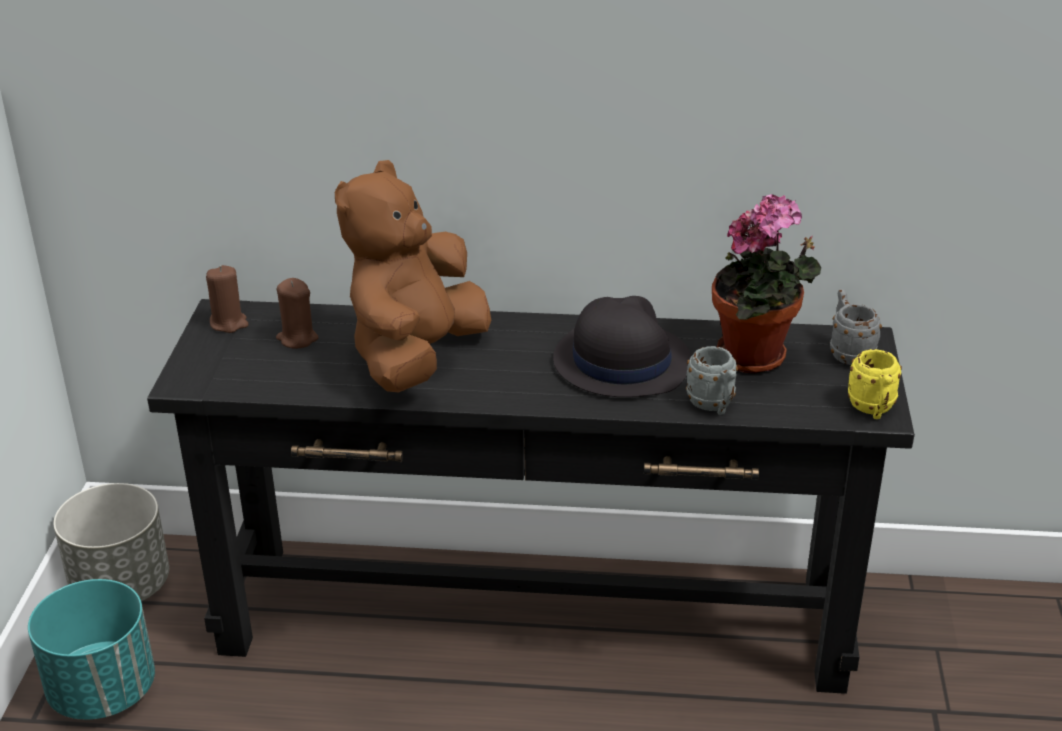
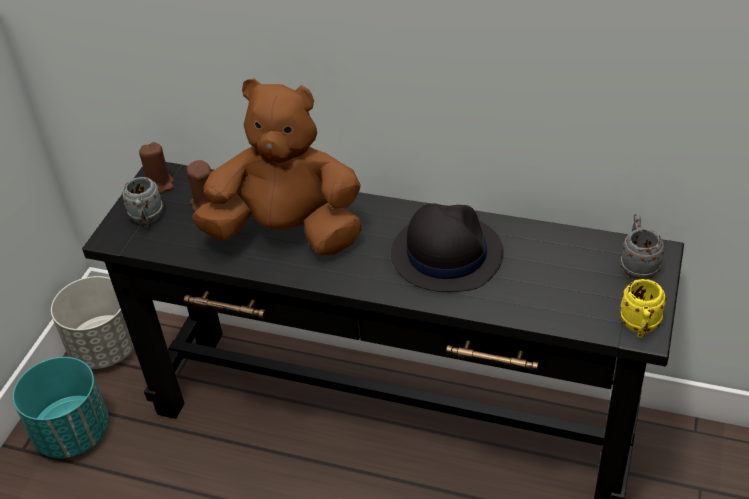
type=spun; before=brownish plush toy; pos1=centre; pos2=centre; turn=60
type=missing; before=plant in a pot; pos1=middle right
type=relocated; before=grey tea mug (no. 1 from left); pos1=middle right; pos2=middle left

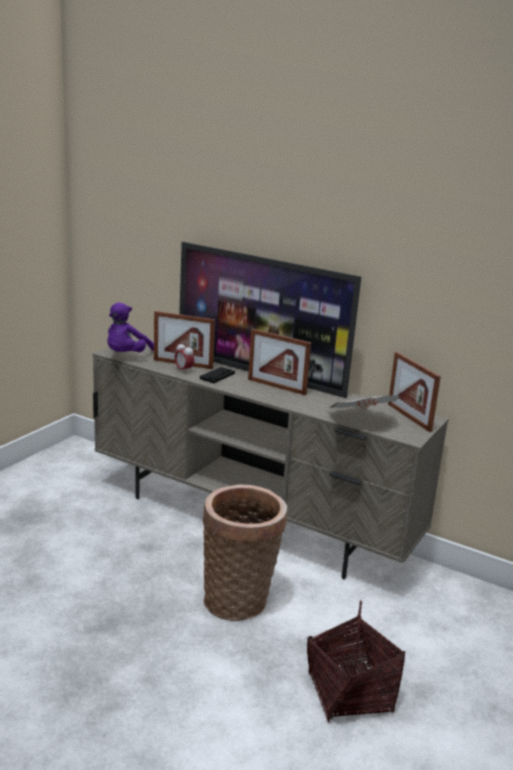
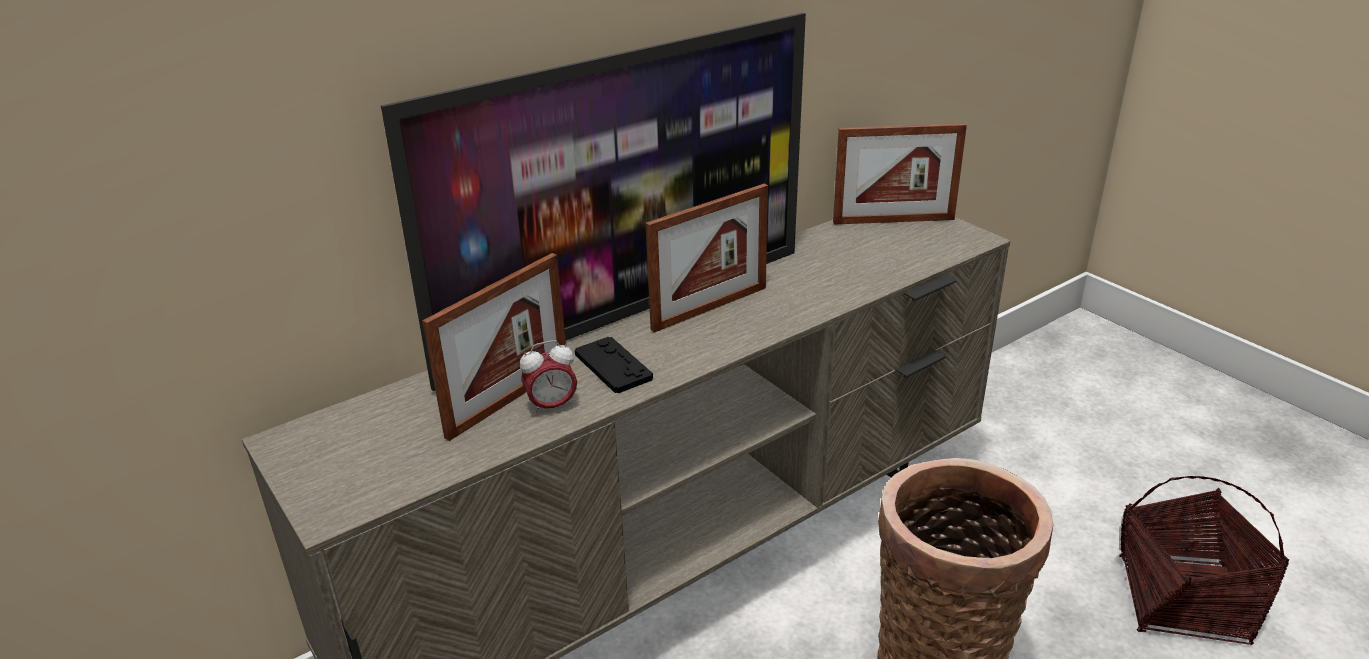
type=missing; before=purplish plush toy; pos1=middle left
type=missing; before=printed paper; pos1=middle right

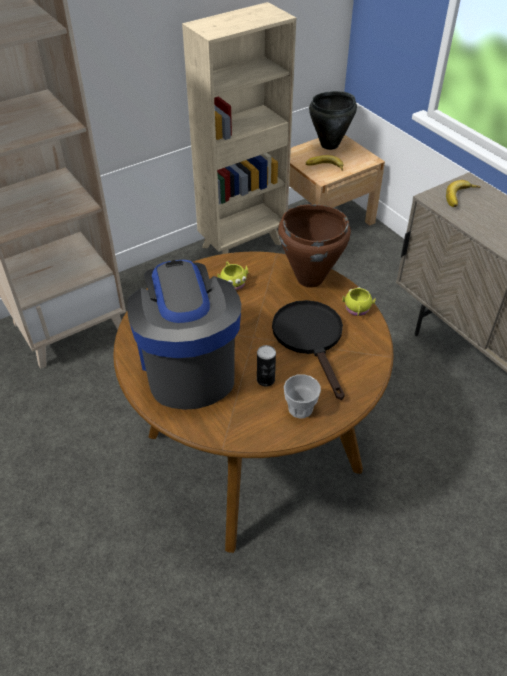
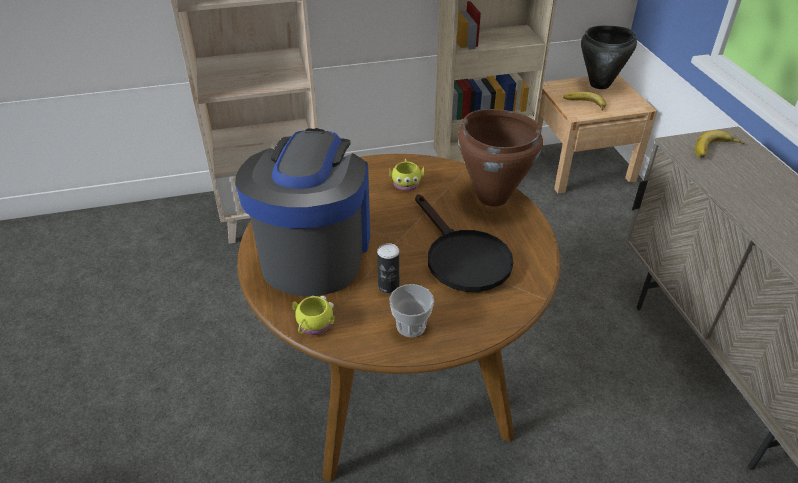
type=relocated; before=yellowish tea mug (no. 2 from left in the first image); after=yellowish tea mug (no. 1 from left); pos1=middle right; pos2=centre
type=spun; before=black pan; pos1=centre; pos2=centre; turn=150

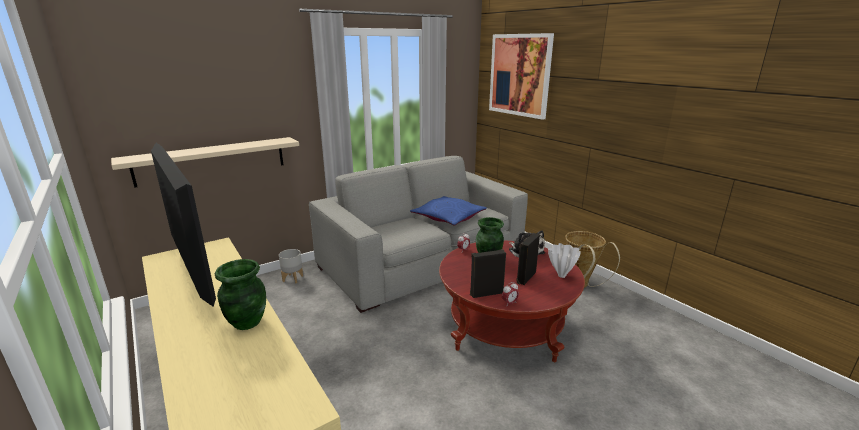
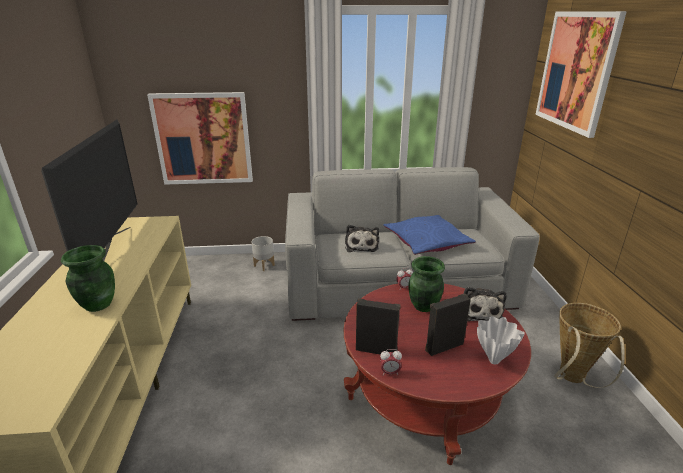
type=exchanged; before=sand-coloured shelf; after=picture (no. 1 from left); pos1=middle left; pos2=top left
type=appeared; after=plush toy (no. 1 from left); pos2=centre

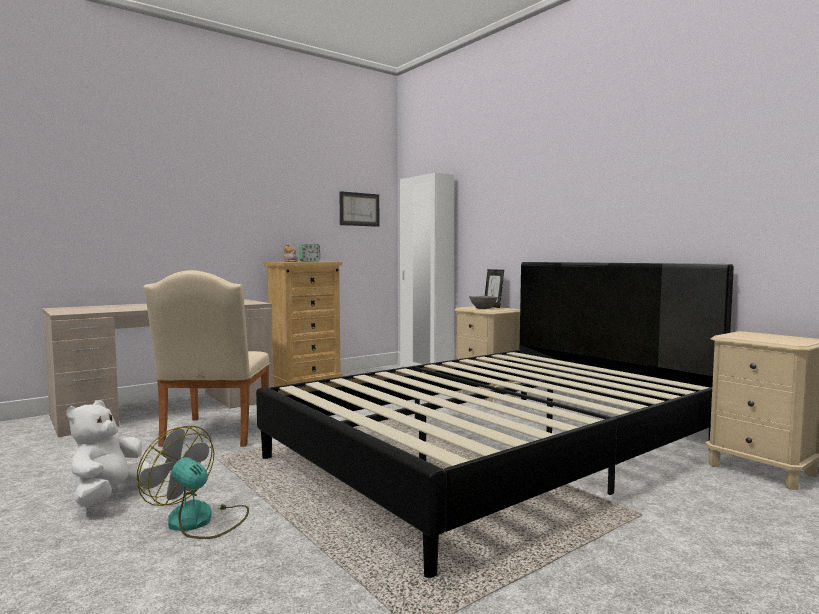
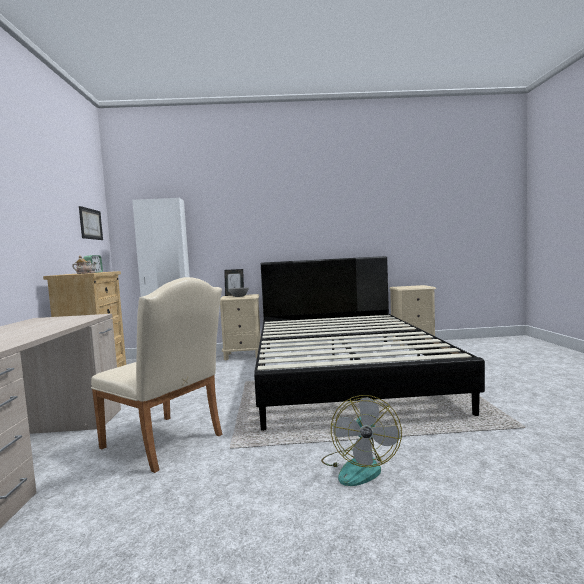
type=missing; before=white-coloured plush toy; pos1=bottom left
type=spun; before=electric fan; pos1=bottom left; pos2=bottom centre; turn=-60

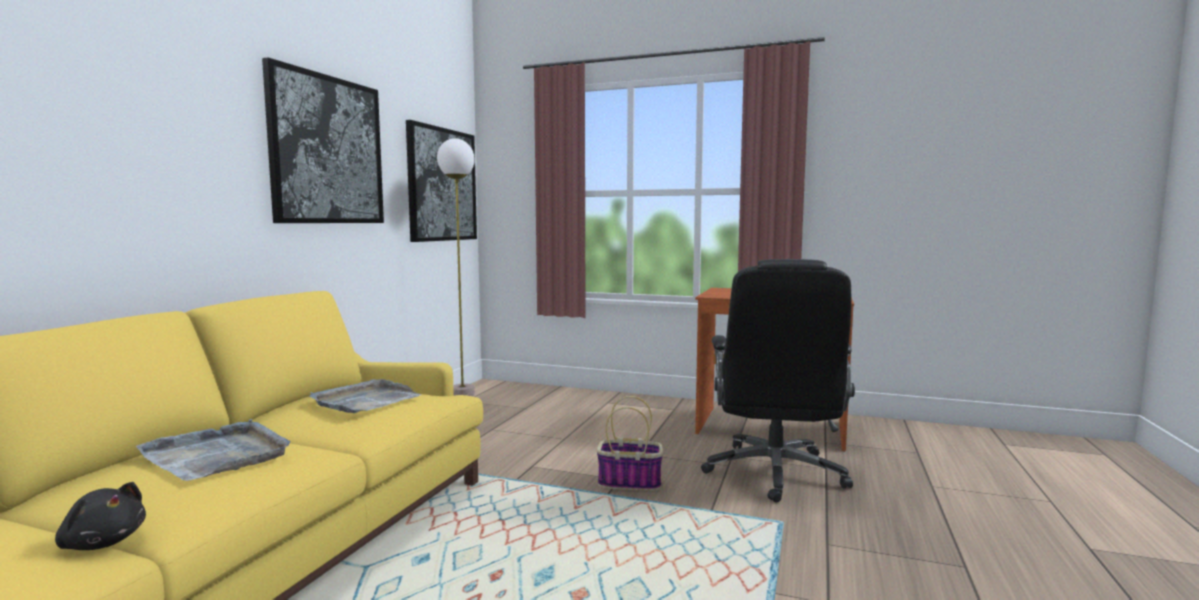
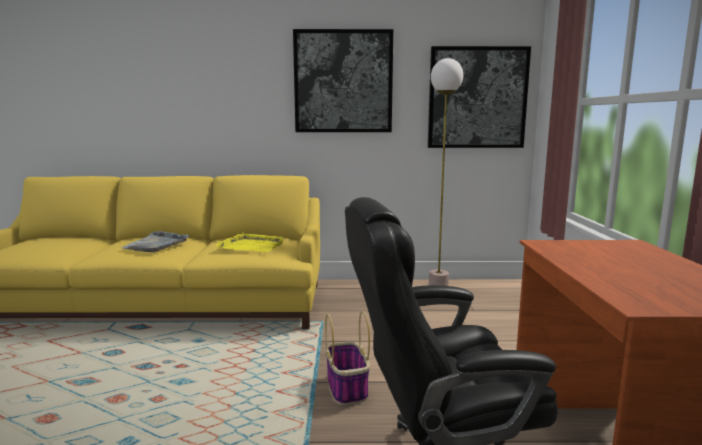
type=colour; before=grey serving tray (no. 2 from left); after=yellowish serving tray; pos1=middle left; pos2=centre
type=missing; before=black plush toy; pos1=bottom left

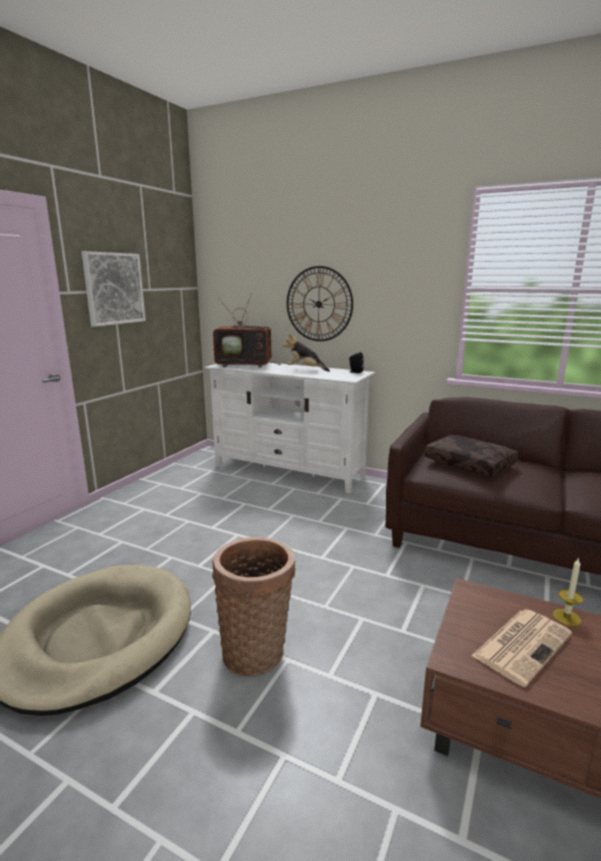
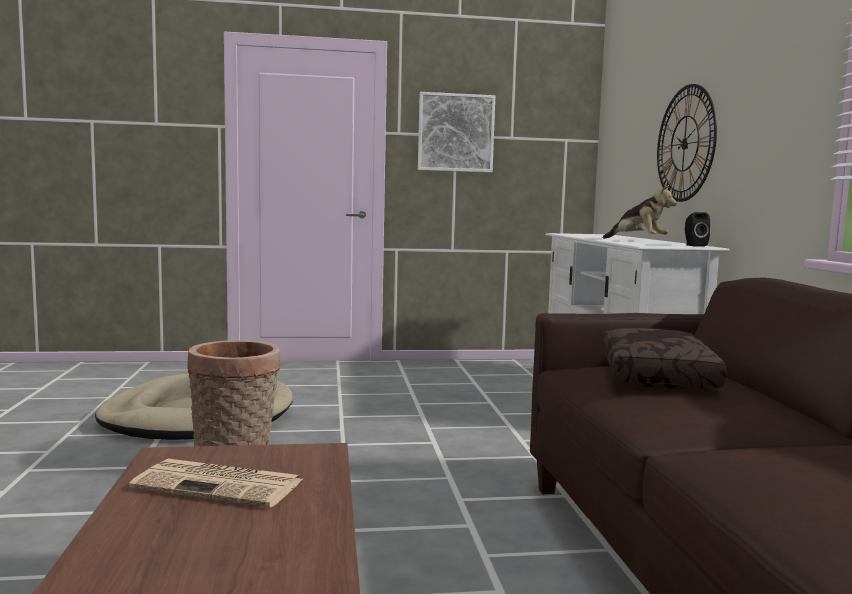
type=missing; before=television; pos1=centre
type=spun; before=plush toy; pos1=centre; pos2=middle right; turn=150
type=missing; before=wax candle; pos1=bottom right

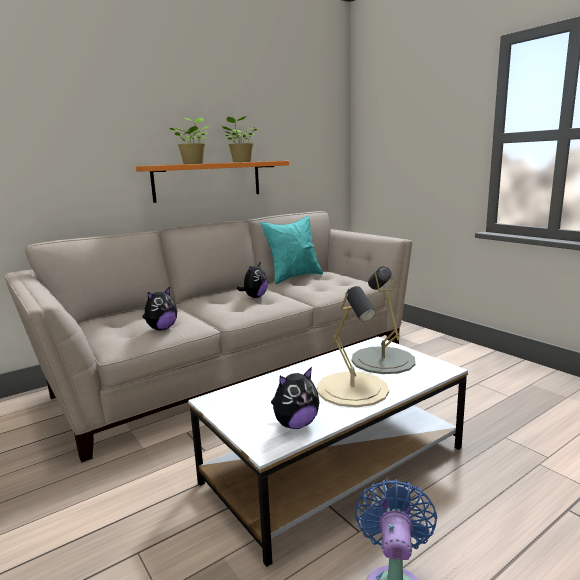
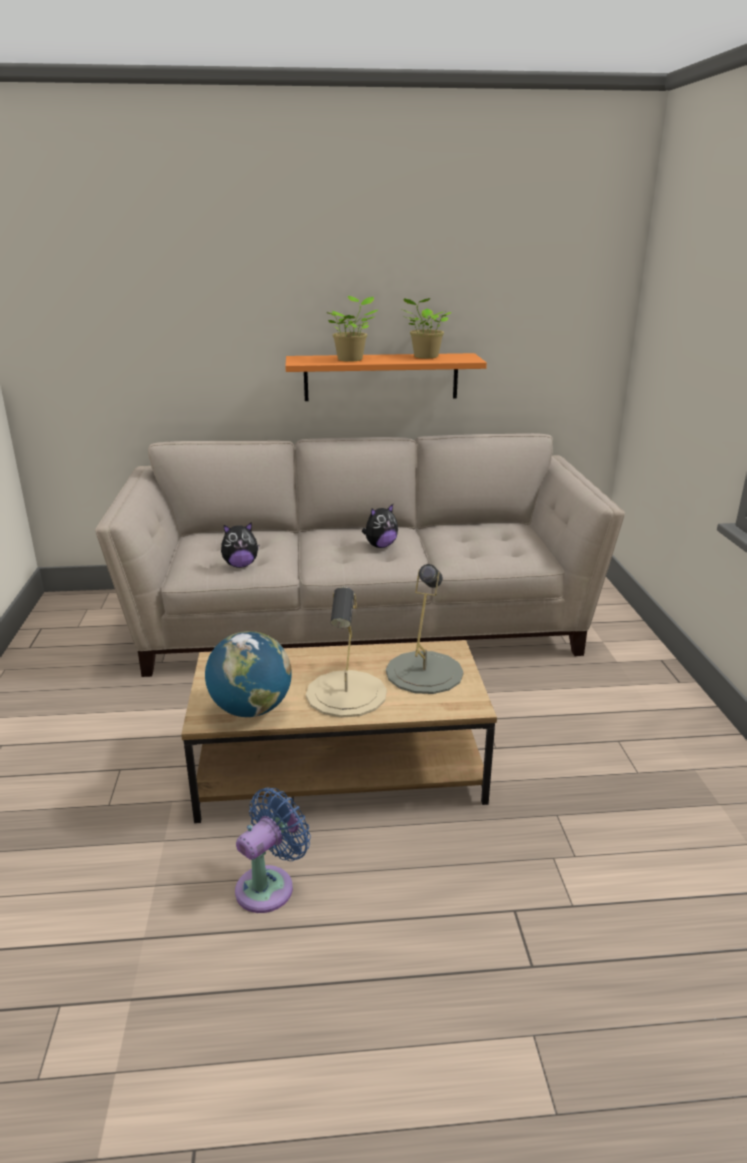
type=missing; before=blue-green cushion; pos1=centre
type=colour; before=white-coloured lounge table; after=brownish lounge table; pos1=bottom centre; pos2=centre
type=exchanged; before=plush toy (no. 3 from left); after=desk globe; pos1=bottom centre; pos2=middle left

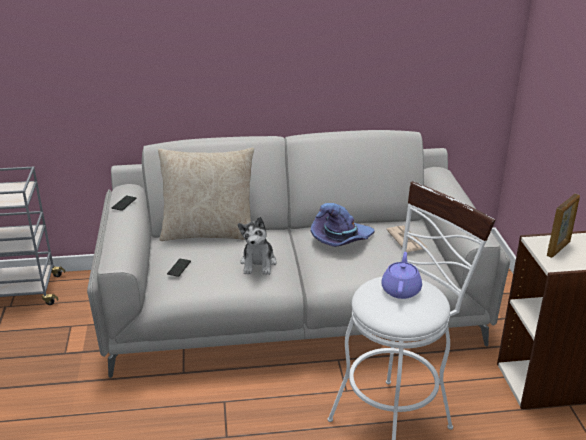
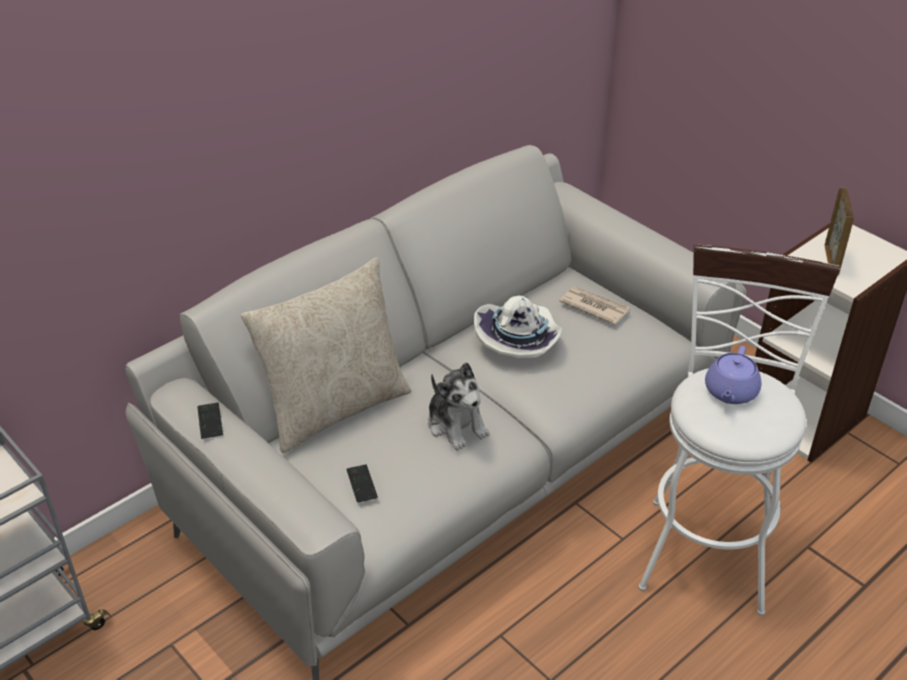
type=colour; before=purplish wearable hat; after=white-coloured wearable hat; pos1=centre; pos2=centre
type=spun; before=purplish teapot; pos1=middle right; pos2=middle right; turn=-135

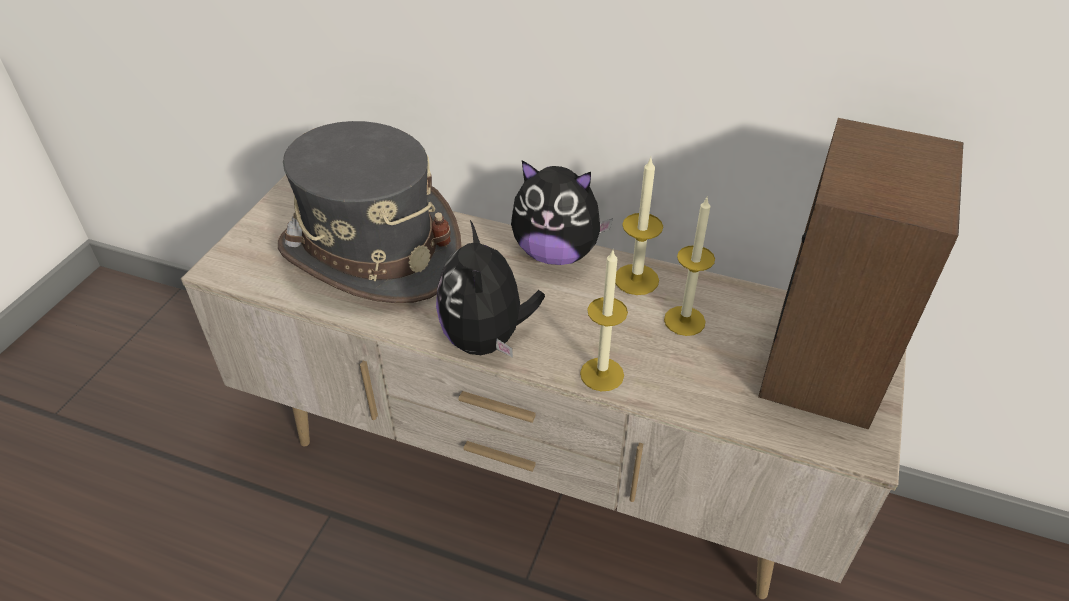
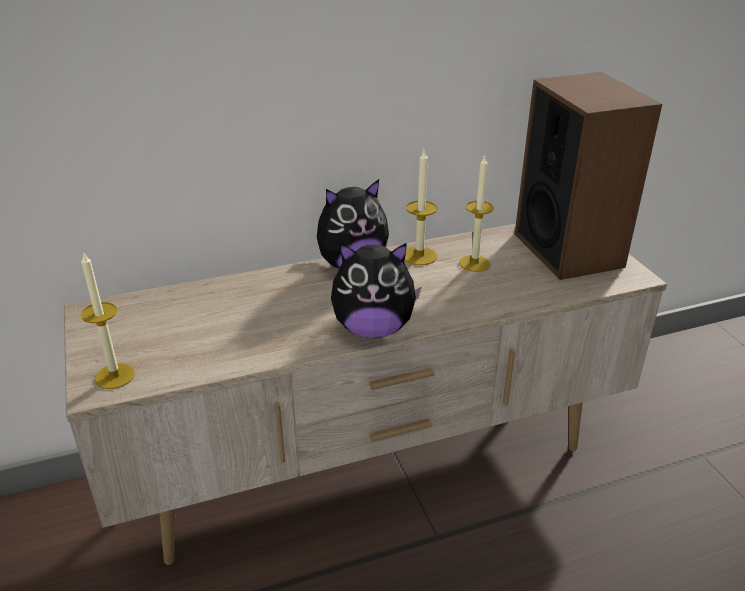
type=missing; before=grey wearable hat; pos1=centre
type=spun; before=plush toy (no. 1 from left in the first image); pos1=centre; pos2=centre; turn=-45
type=relocated; before=wax candle (no. 1 from left); pos1=centre; pos2=middle left

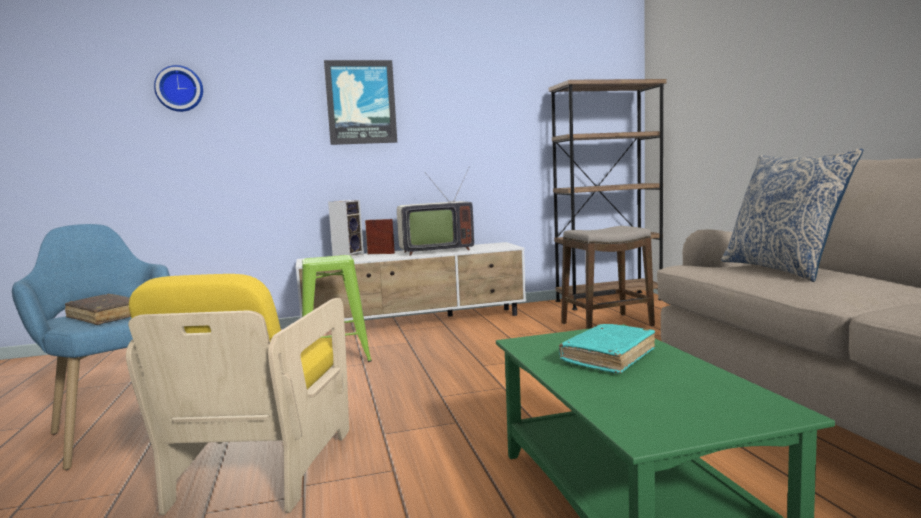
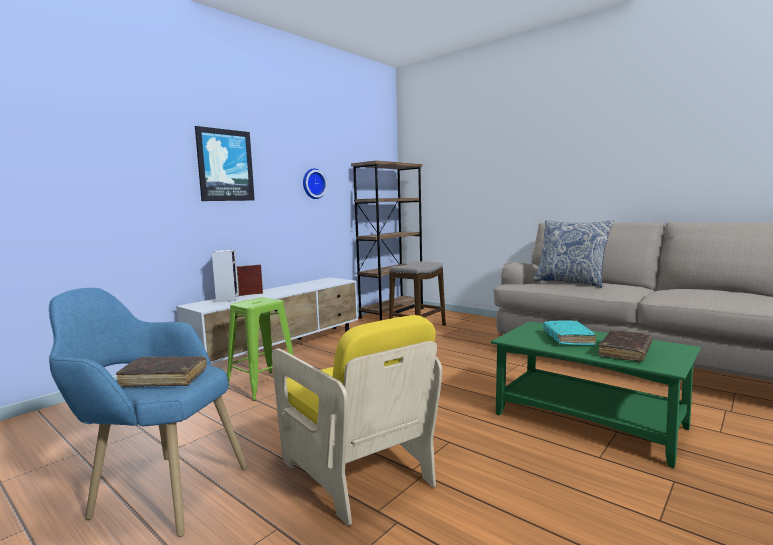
type=relocated; before=clock on the wall; pos1=top left; pos2=centre
type=missing; before=television; pos1=centre
type=appeared; after=brownish book (no. 2 from left); pos2=middle right

